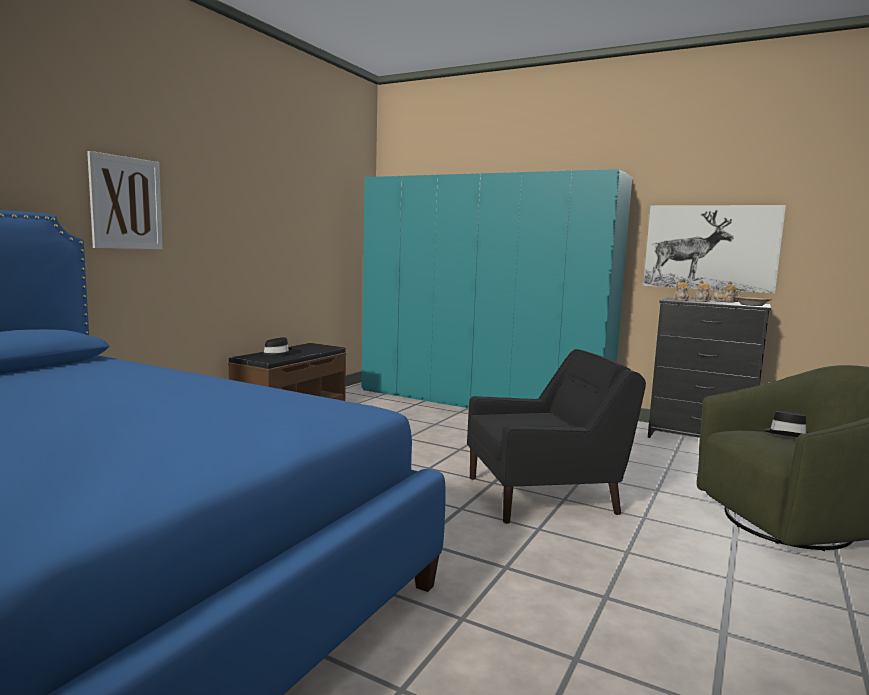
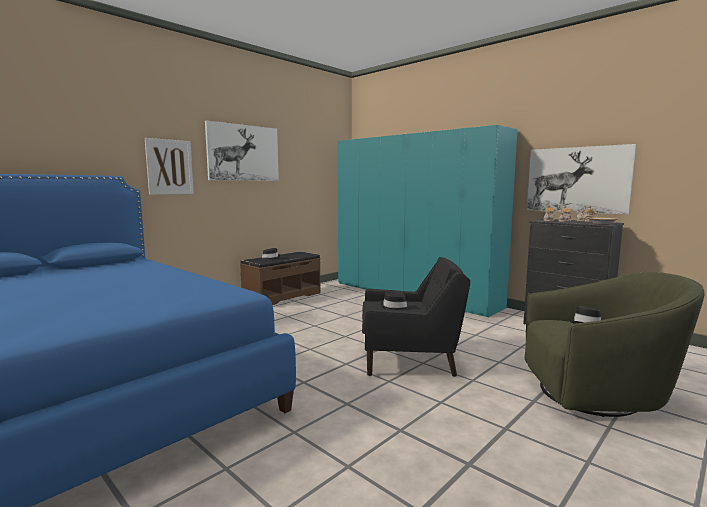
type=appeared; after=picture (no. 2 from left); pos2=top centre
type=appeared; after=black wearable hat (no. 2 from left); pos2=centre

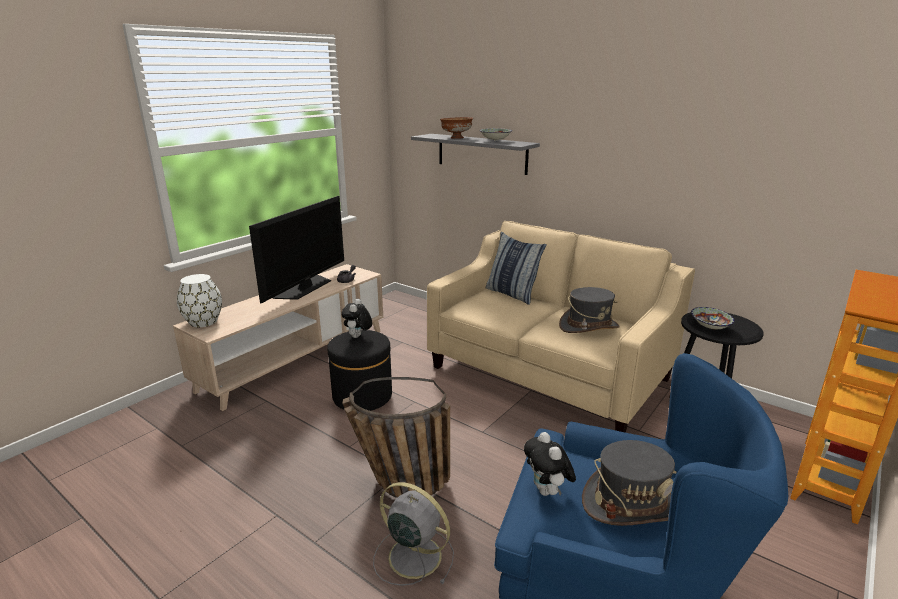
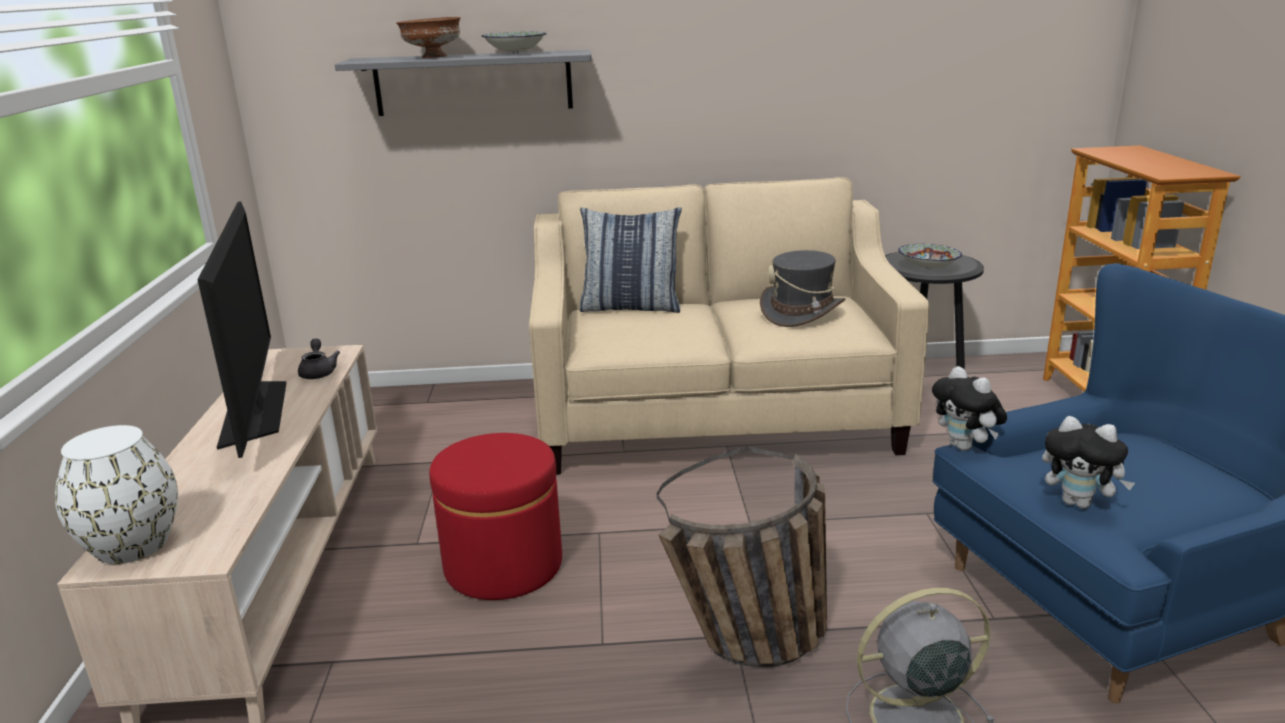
type=relocated; before=plush toy (no. 1 from left); pos1=centre; pos2=middle right
type=colour; before=black footrest; after=red-coloured footrest; pos1=centre; pos2=bottom centre
type=missing; before=grey wearable hat (no. 2 from left); pos1=bottom right

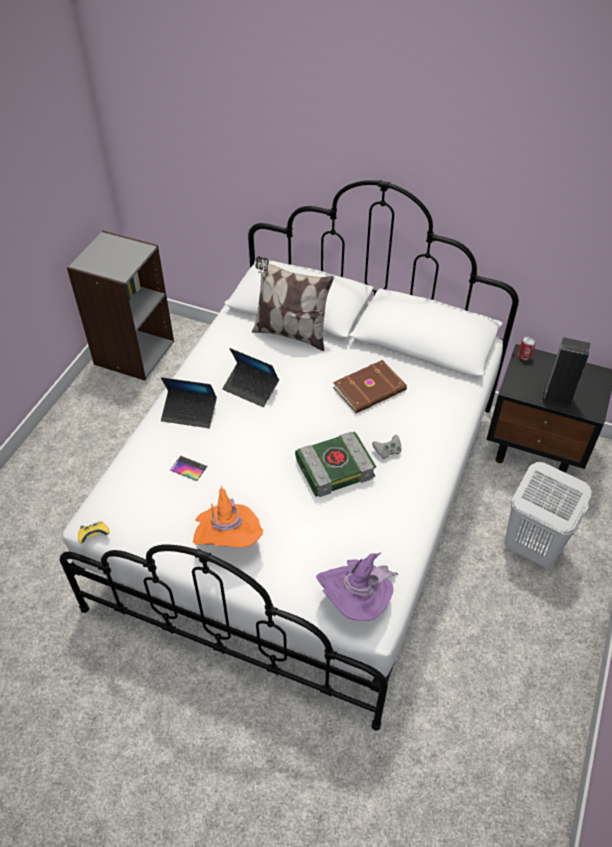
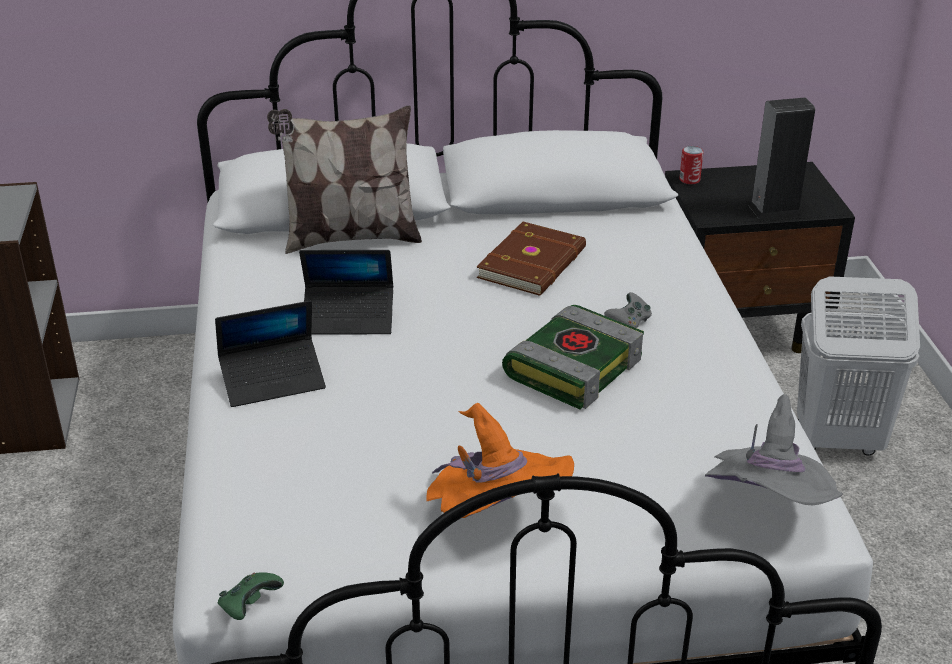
type=missing; before=handset; pos1=middle left
type=colour; before=yellowish gamepad; after=greenish gamepad; pos1=middle left; pos2=bottom left
type=colour; before=purplish wearable hat; after=grey wearable hat; pos1=bottom centre; pos2=bottom right

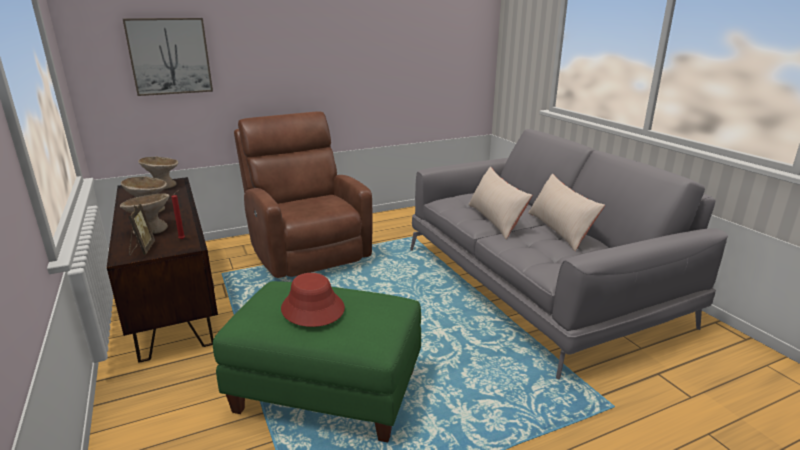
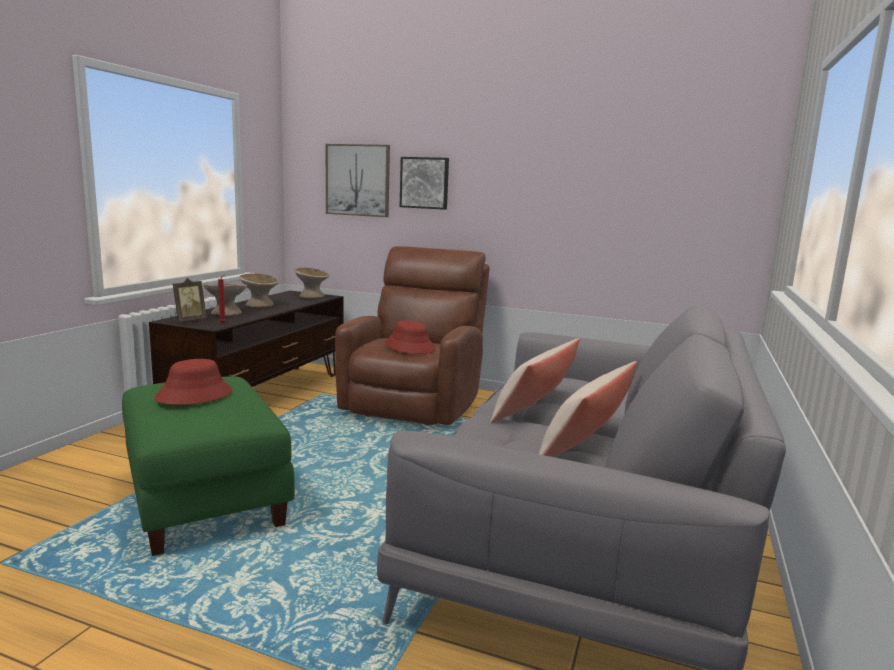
type=appeared; after=picture (no. 2 from left); pos2=top centre
type=appeared; after=red-coloured wearable hat (no. 2 from left); pos2=centre

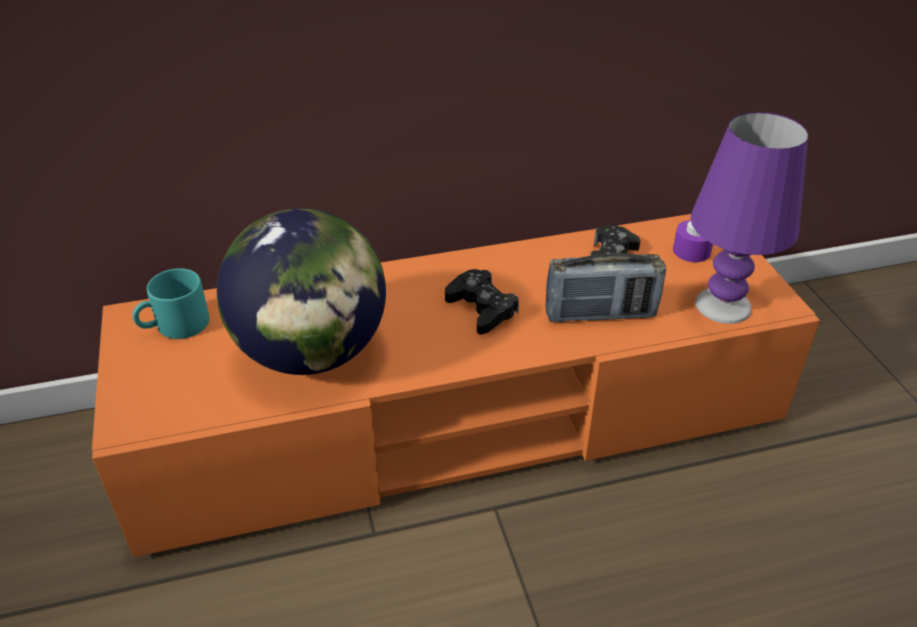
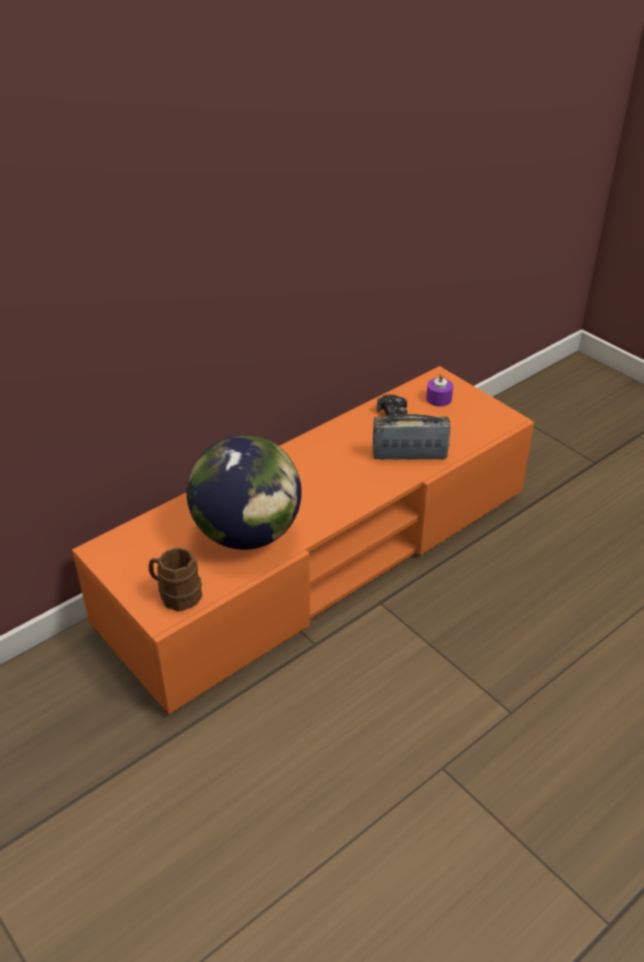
type=missing; before=purplish tabletop lamp; pos1=middle right
type=spun; before=radio receiver; pos1=centre; pos2=centre; turn=-150
type=missing; before=blue-green tea mug; pos1=middle left
type=missing; before=black gamepad (no. 1 from left); pos1=centre
type=appeared; after=brownish tea mug; pos2=middle left

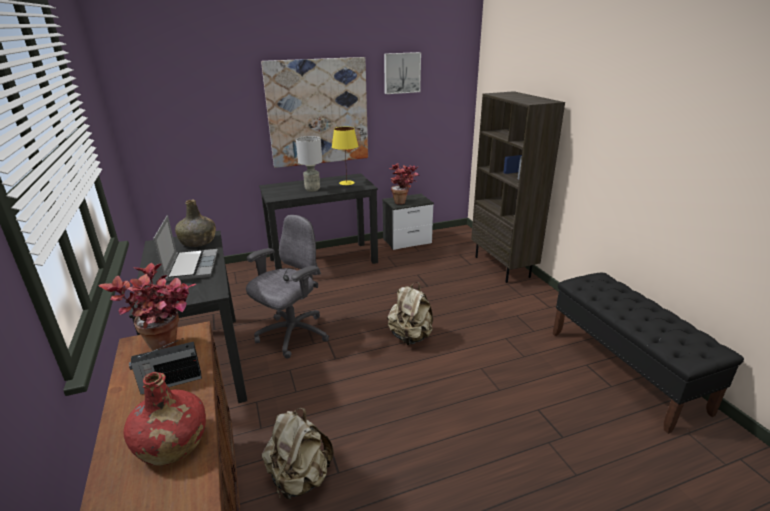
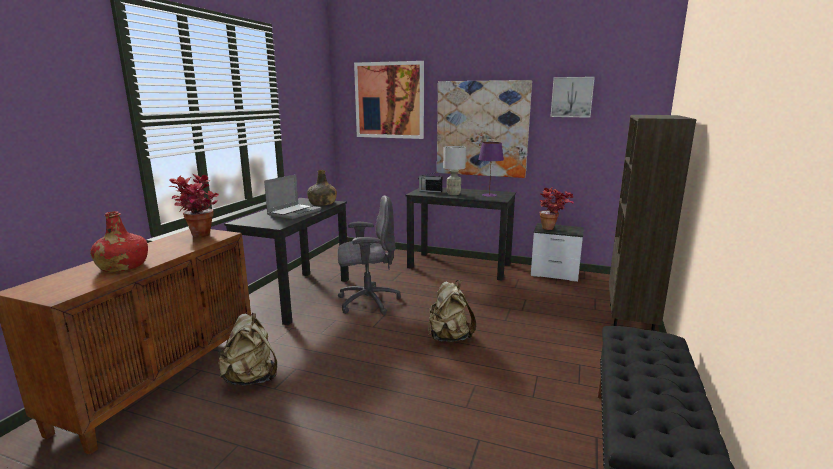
type=colour; before=yellowish tabletop lamp; after=purplish tabletop lamp; pos1=top centre; pos2=centre
type=relocated; before=radio receiver; pos1=bottom left; pos2=centre
type=appeared; after=picture (no. 1 from left); pos2=top centre

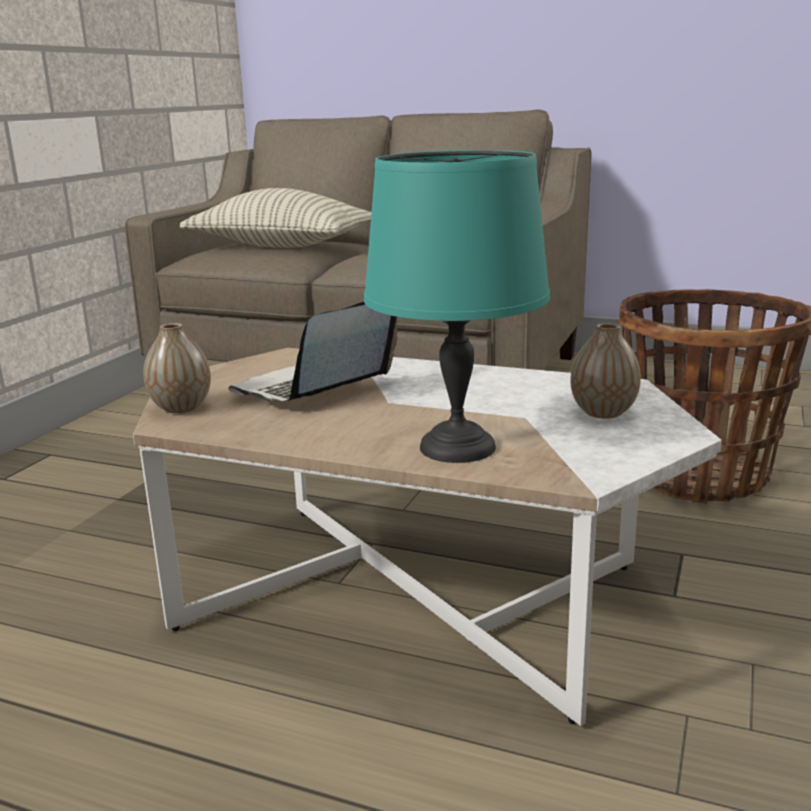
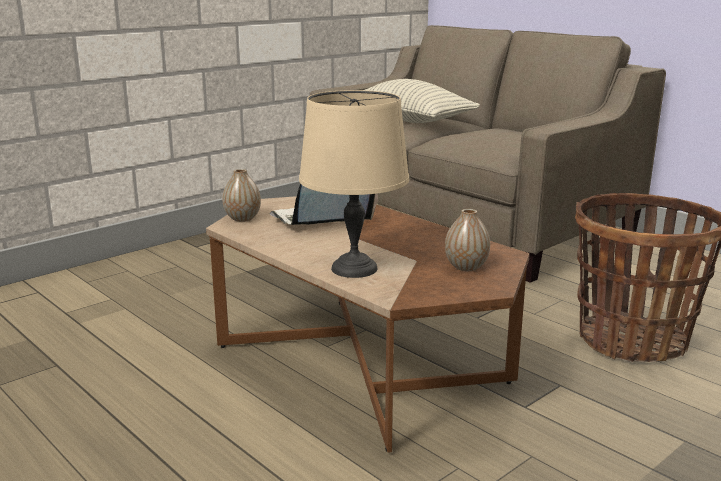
type=colour; before=blue-green tabletop lamp; after=sand-coloured tabletop lamp; pos1=centre; pos2=centre
type=colour; before=white-coloured lounge table; after=brownish lounge table; pos1=centre; pos2=bottom centre

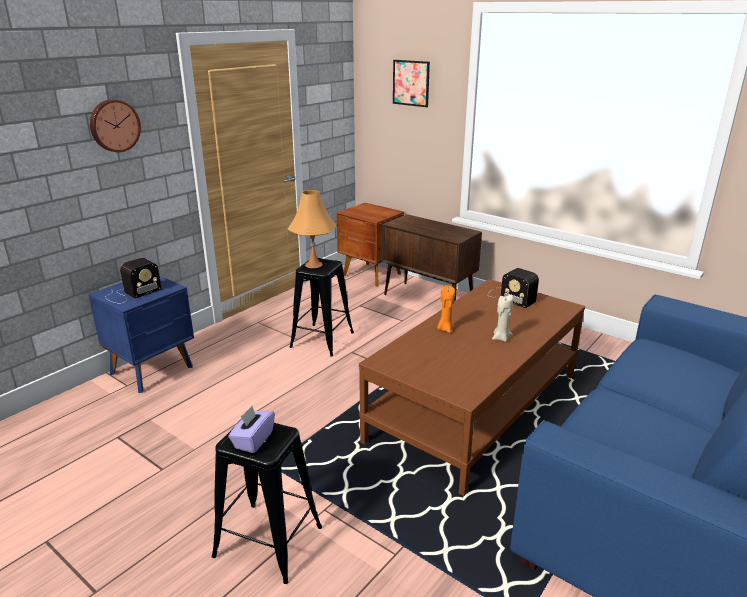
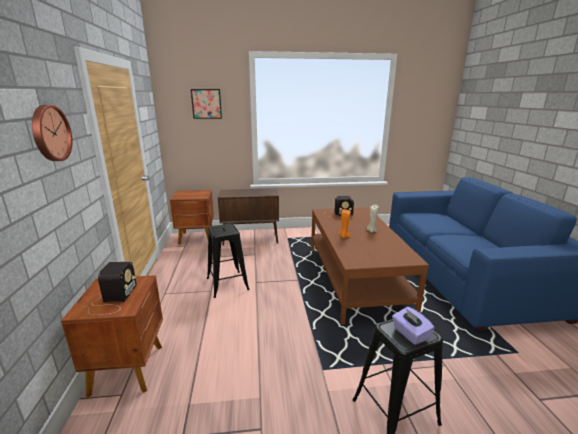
type=missing; before=orange tabletop lamp; pos1=centre
type=colour; before=blue night table; after=brownish night table (no. 1 from left); pos1=middle left; pos2=bottom left

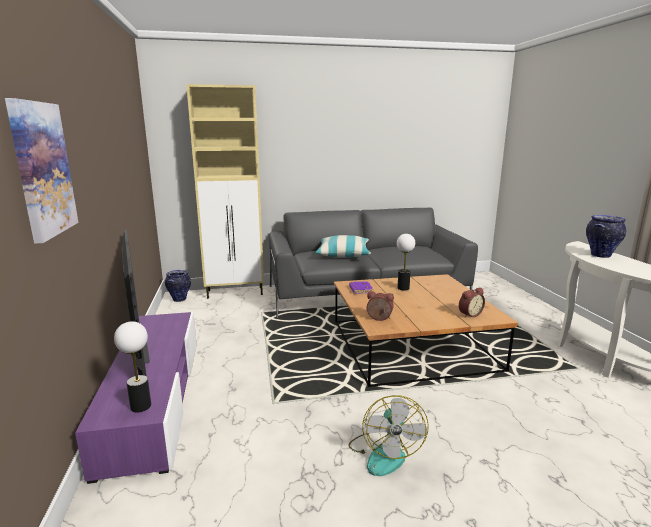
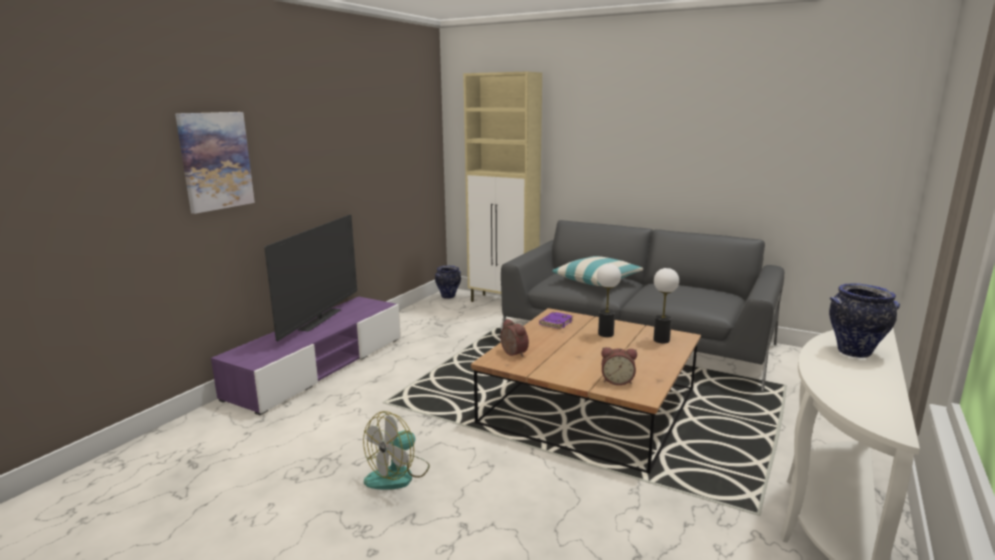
type=relocated; before=tabletop lamp (no. 1 from left in the first image); after=tabletop lamp (no. 2 from left); pos1=bottom left; pos2=middle right

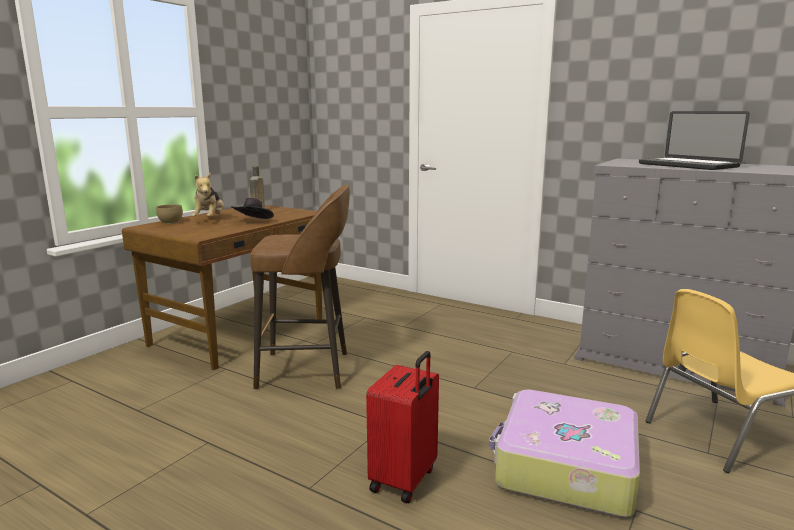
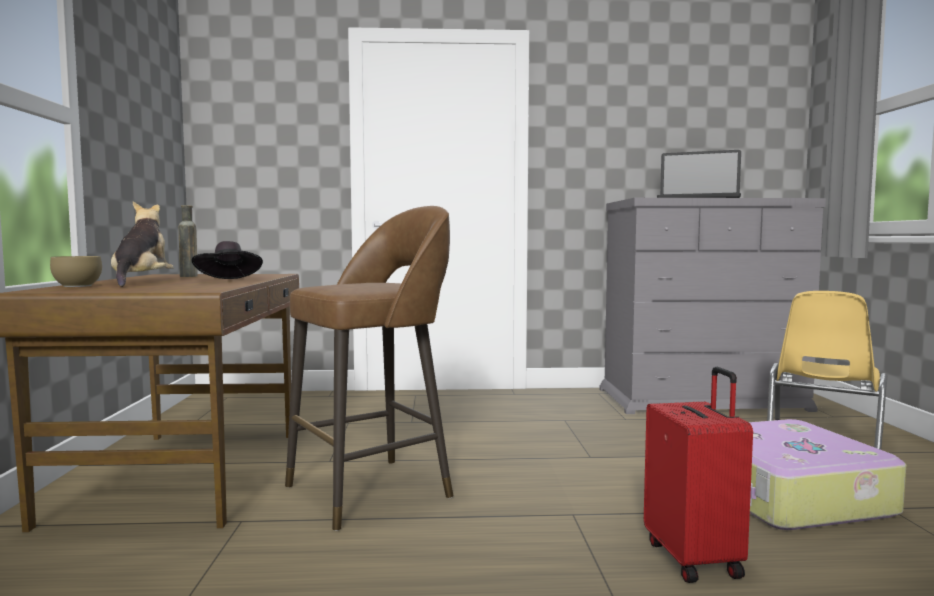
type=spun; before=plush toy; pos1=middle left; pos2=middle left; turn=-150

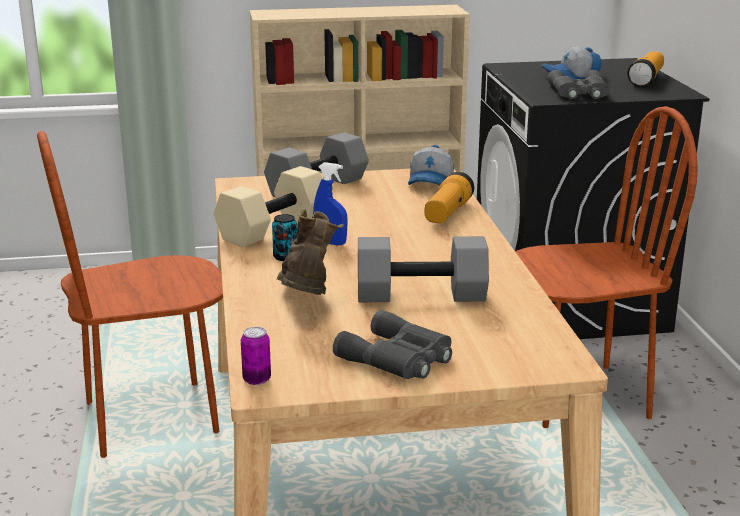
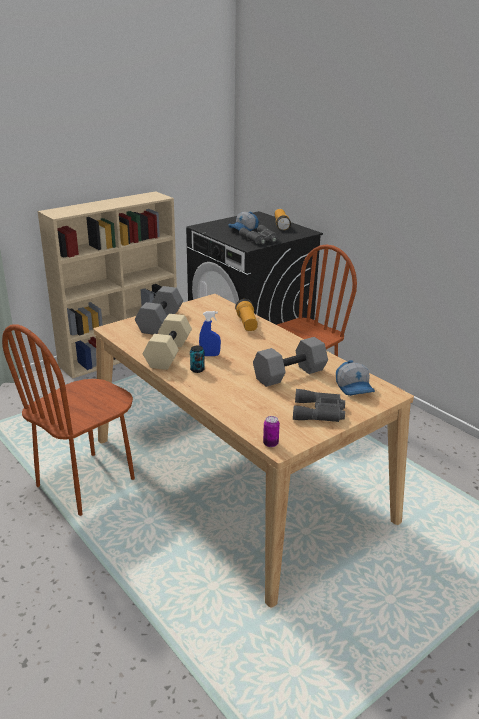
type=relocated; before=peaked cap (no. 1 from left in the first image); after=peaked cap (no. 2 from left); pos1=top centre; pos2=middle right
type=missing; before=brownish boot; pos1=centre

